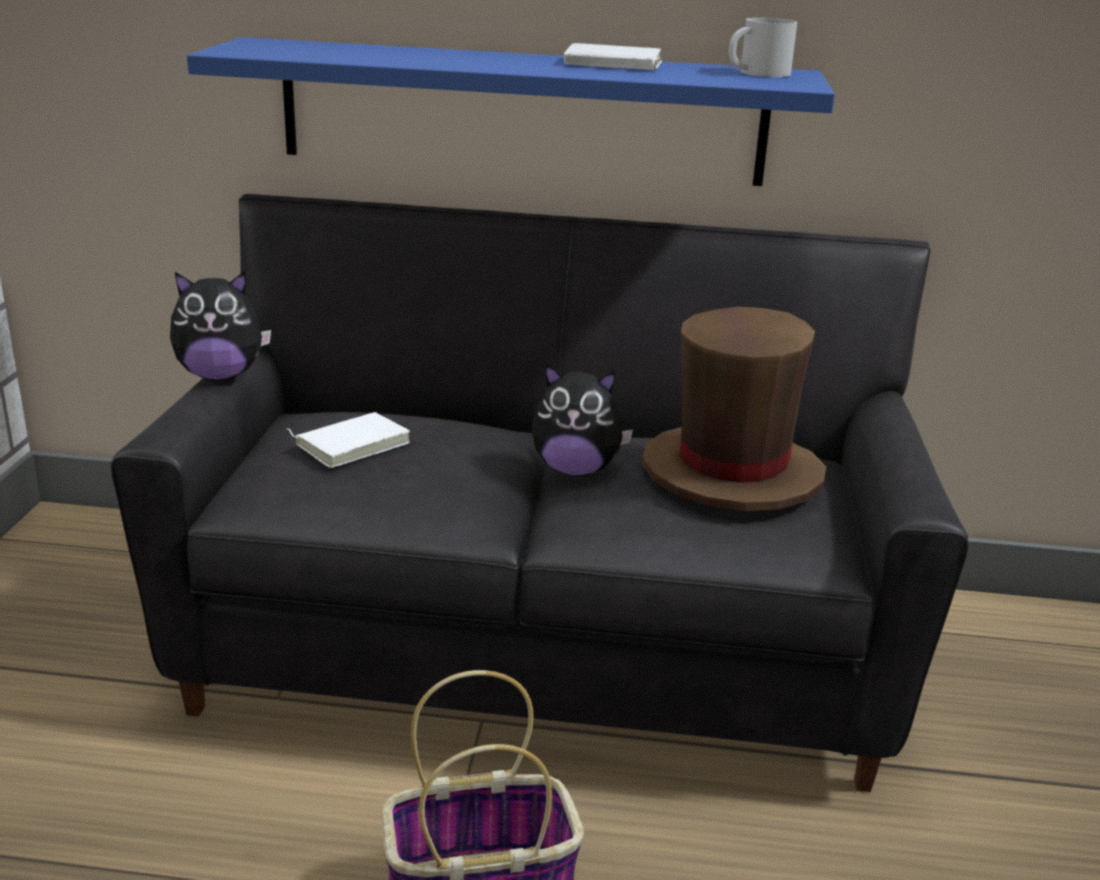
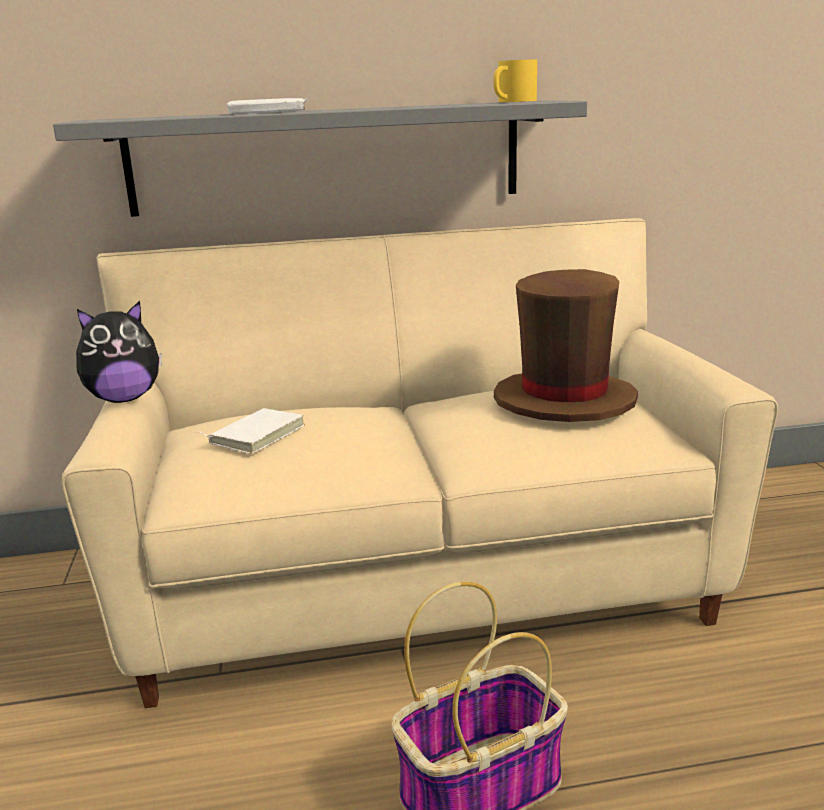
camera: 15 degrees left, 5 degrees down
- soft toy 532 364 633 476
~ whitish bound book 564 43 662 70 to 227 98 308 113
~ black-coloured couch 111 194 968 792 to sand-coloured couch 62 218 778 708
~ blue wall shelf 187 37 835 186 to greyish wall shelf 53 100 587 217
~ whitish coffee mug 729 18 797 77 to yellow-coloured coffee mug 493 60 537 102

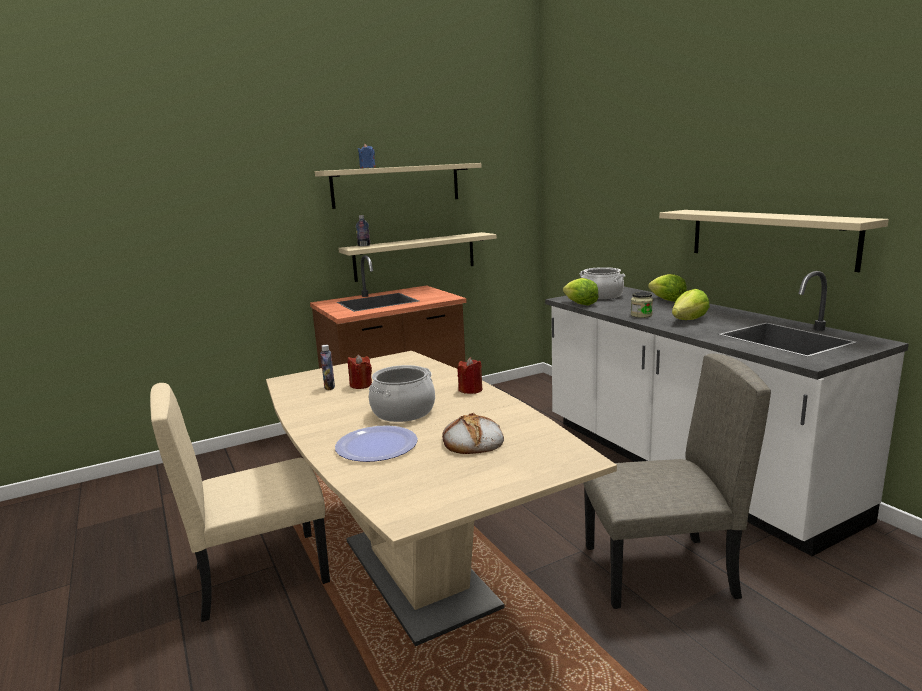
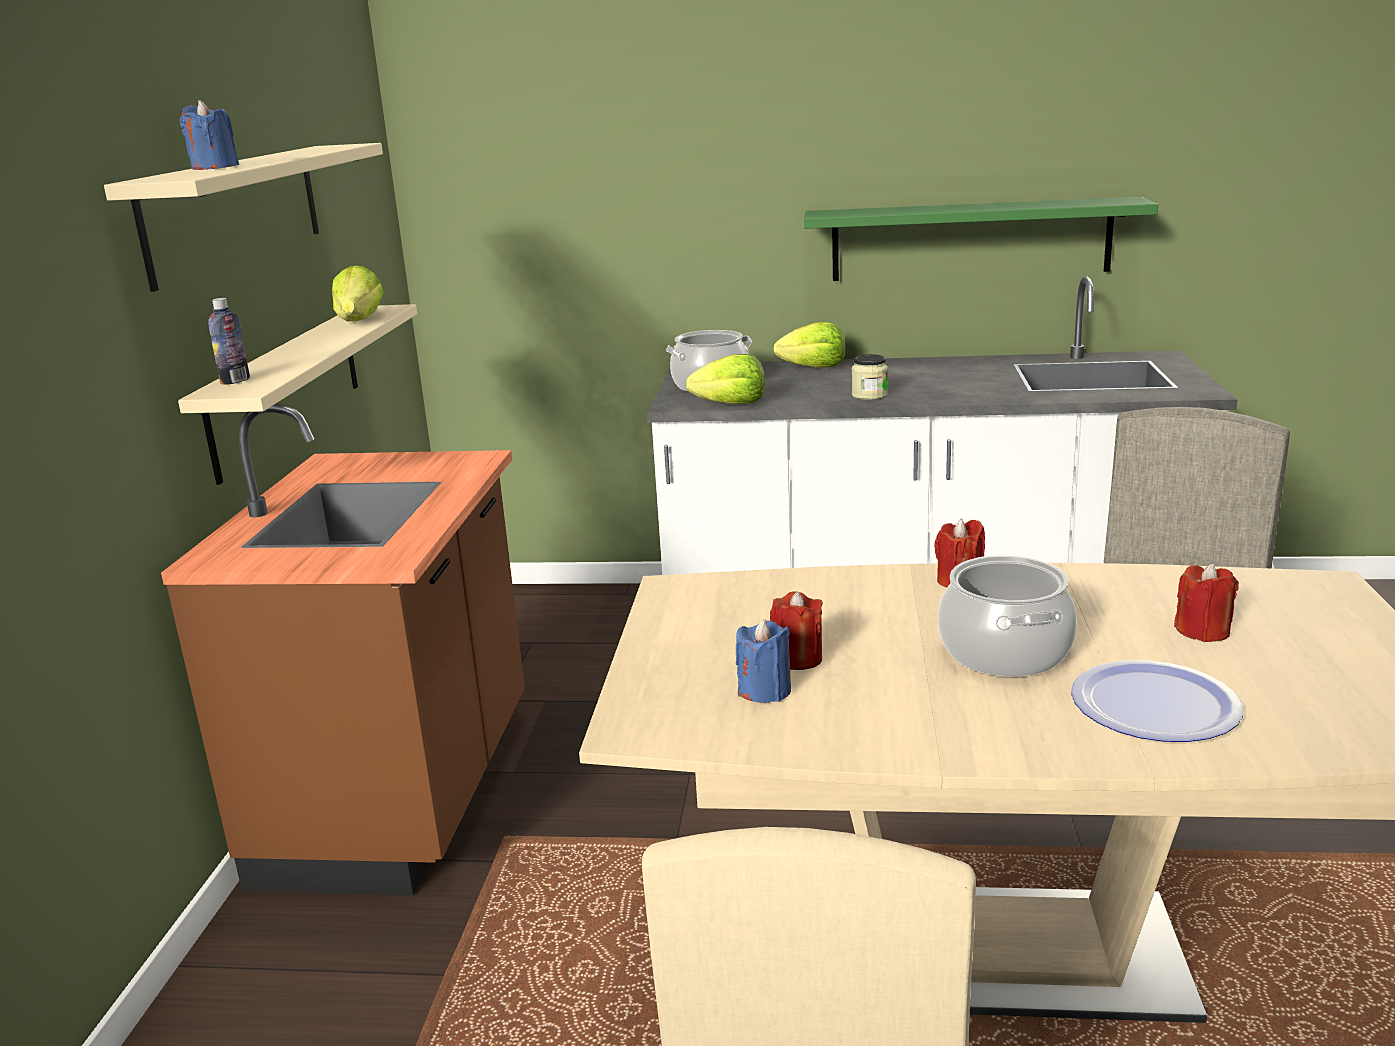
camera: 55 degrees left, 5 degrees up
~ head of lettuce 672 289 710 320 to 332 265 384 322
~ beverage bottle 320 345 335 390 to blue wax light 736 619 791 703
~ bakery bread 442 413 504 454 to reddish wax light 1174 563 1239 642
~ sand-coloured wall shelf 659 210 889 272 to green wall shelf 804 197 1158 281

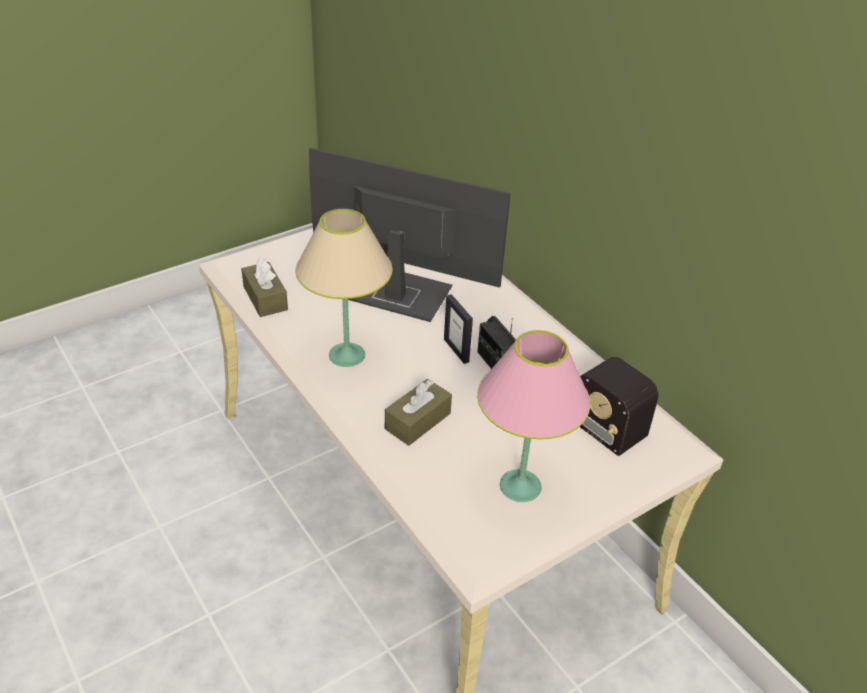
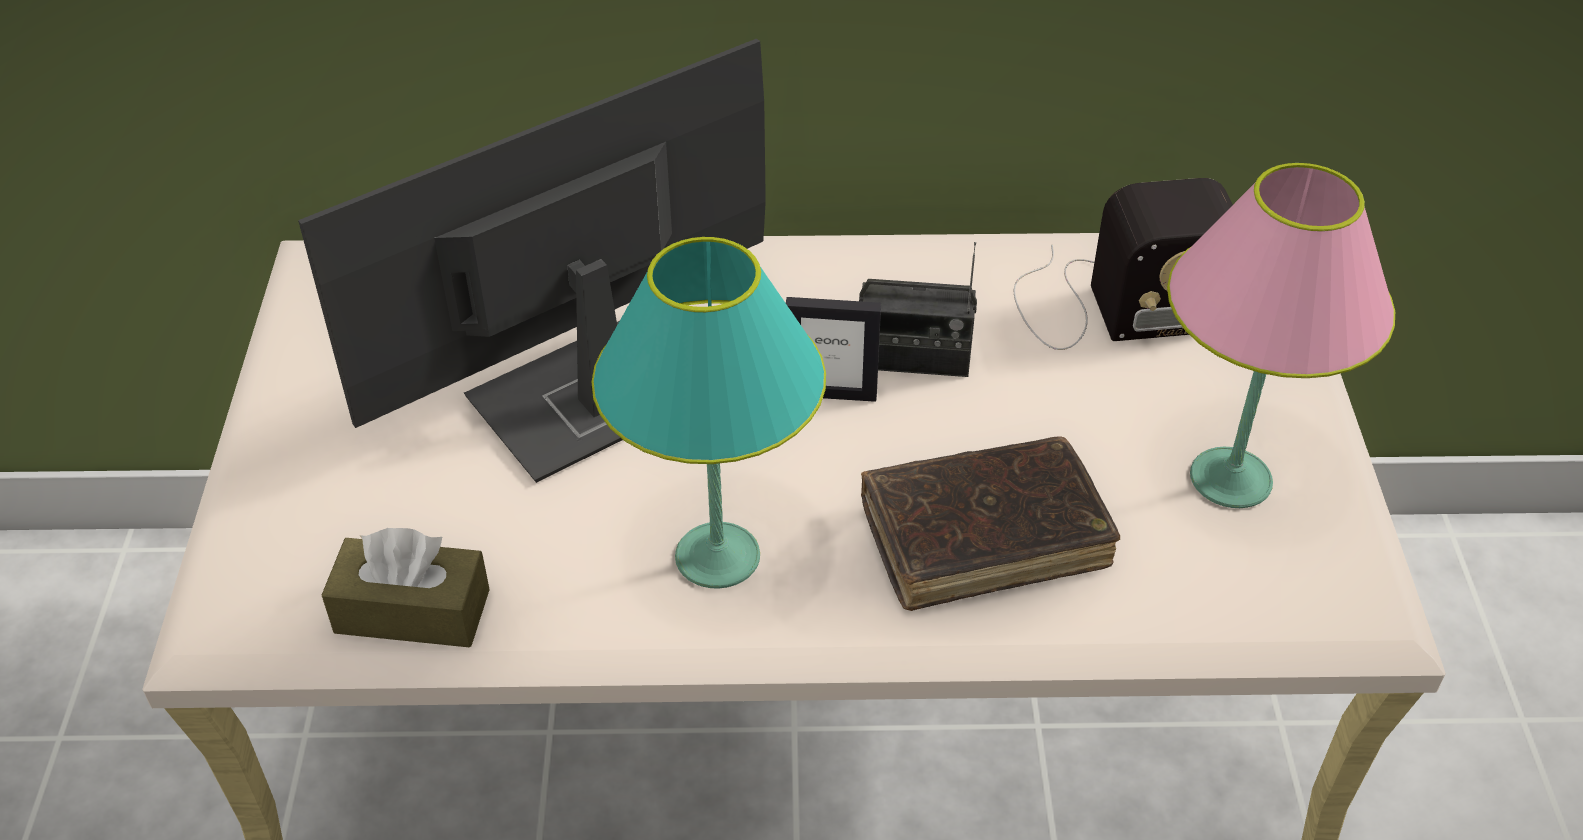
camera: 55 degrees left, 5 degrees up
~ brown box of tissues 385 379 452 446 to brown bound book 861 436 1120 611
~ sand-coloured table lamp 295 209 393 367 to turquoise table lamp 592 237 826 589

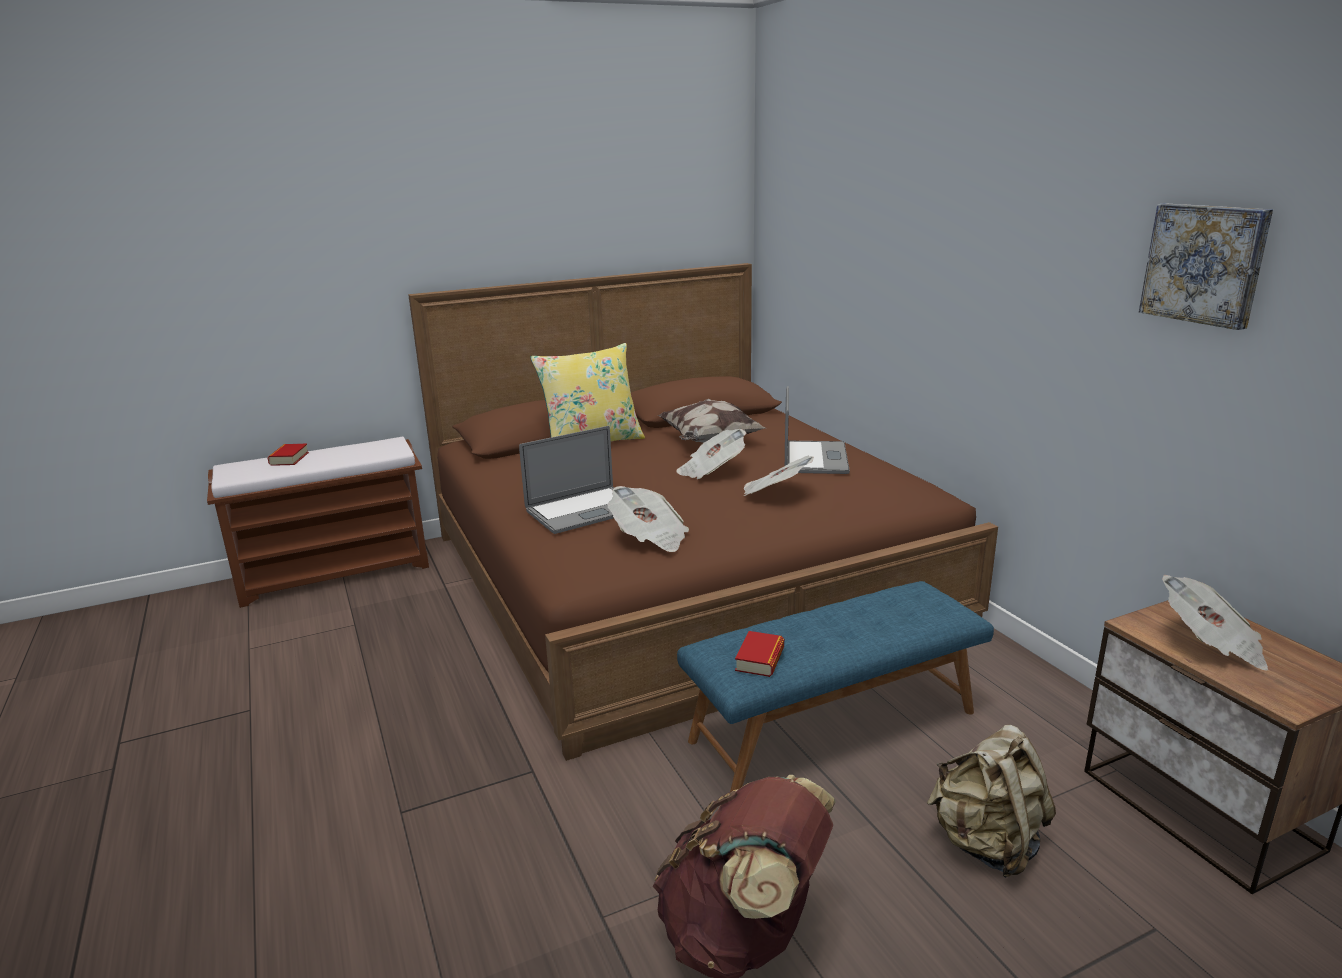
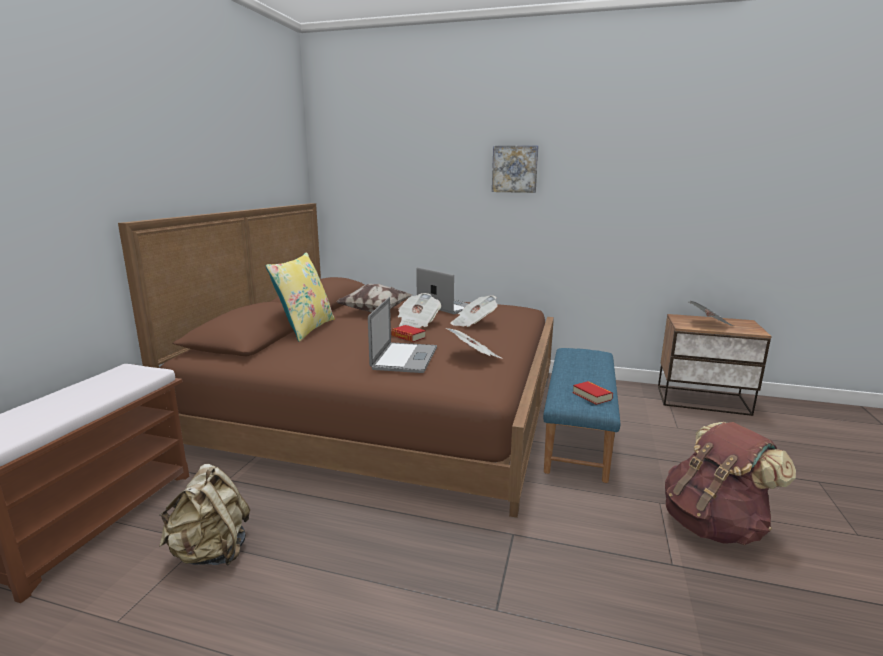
camera: 50 degrees left, 5 degrees down
~ bound book 267 444 309 466 to 391 325 426 342
~ sand-coloured backpack 927 725 1056 878 to 159 464 250 565
~ wall picture 1139 203 1273 330 to 492 145 539 193

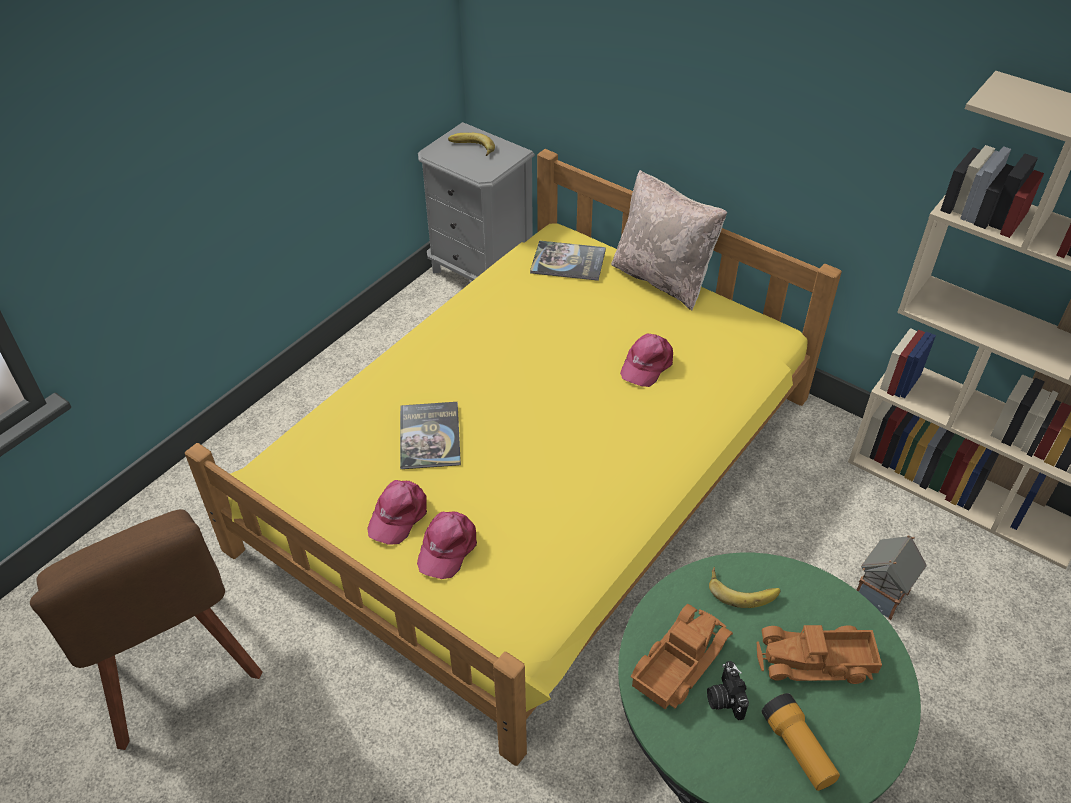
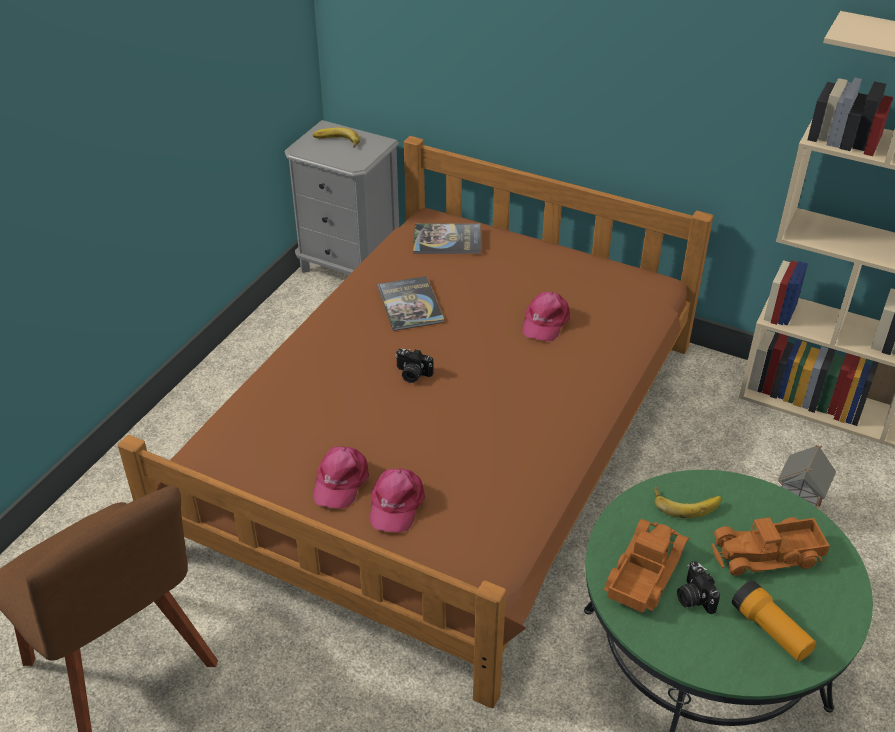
camera: 10 degrees left, 5 degrees down
- sand-coloured cushion 611 170 727 311
+ still camera 395 349 434 383
~ bound book 400 402 461 469 to 377 276 444 331
~ yellow-coloured bedroom bed 185 149 842 766 to brown bedroom bed 118 136 713 708

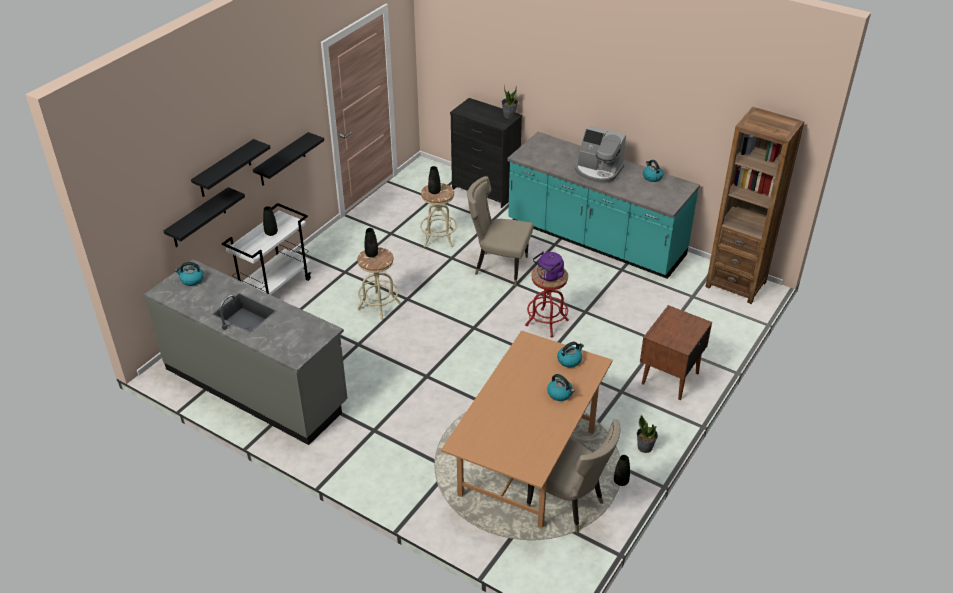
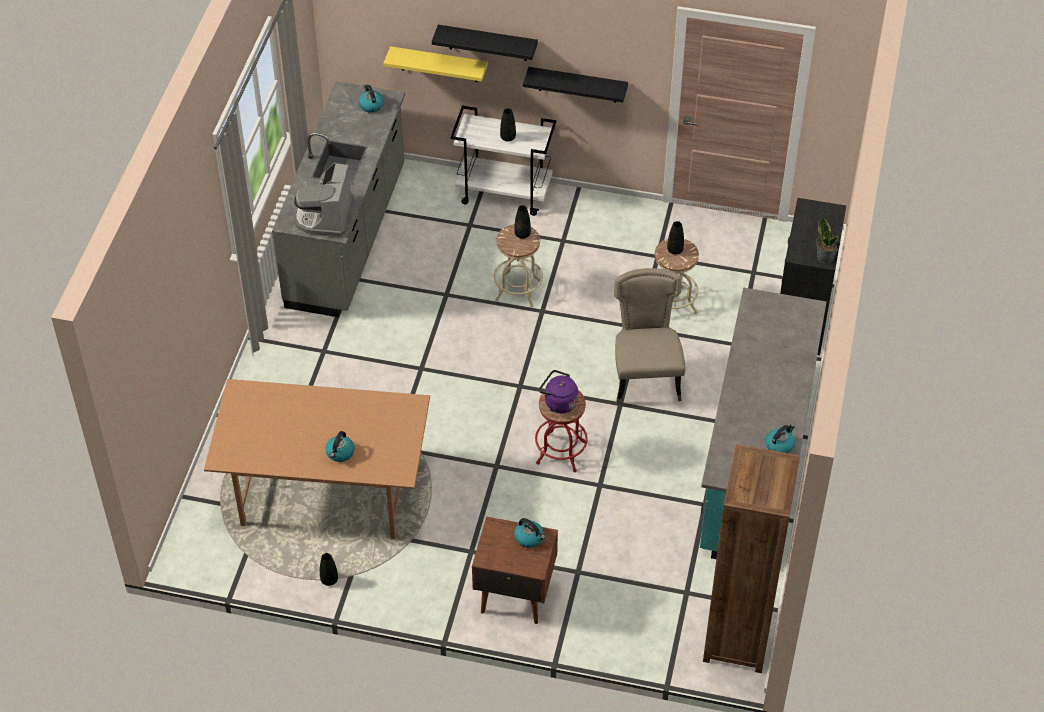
camera: 70 degrees right, 10 degrees up
- sand-coloured plain chair 527 419 620 533
- houseplant 637 415 658 453
~ tea kettle 557 342 584 368 to 514 518 545 548
~ coffee maker 575 125 626 184 to 294 163 354 237
~ black-coloured wall shelf 164 187 245 247 to yellow-coloured wall shelf 383 46 488 82

